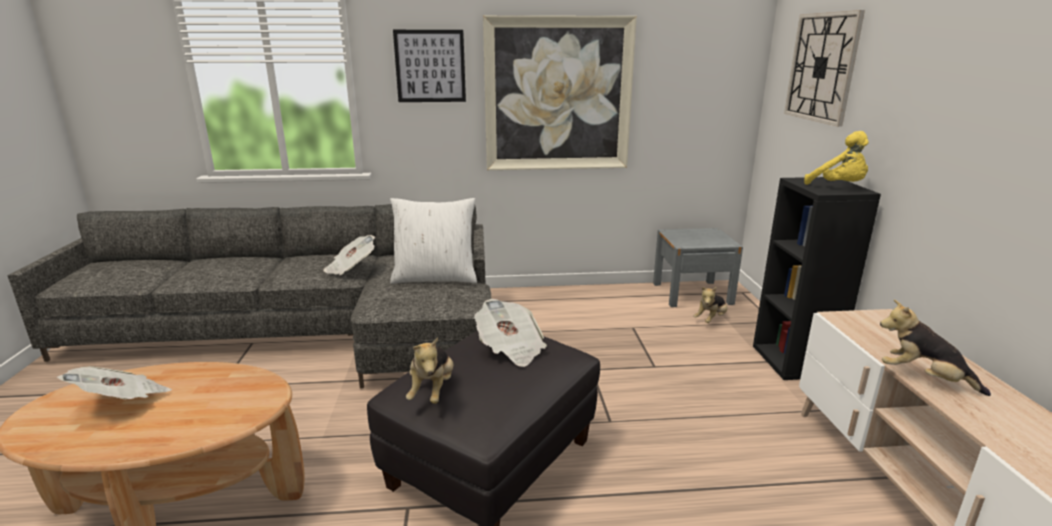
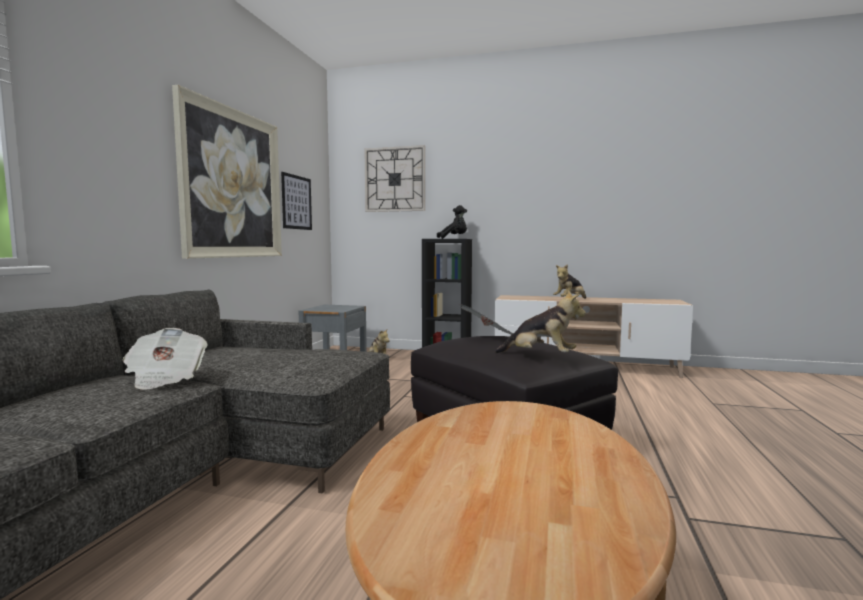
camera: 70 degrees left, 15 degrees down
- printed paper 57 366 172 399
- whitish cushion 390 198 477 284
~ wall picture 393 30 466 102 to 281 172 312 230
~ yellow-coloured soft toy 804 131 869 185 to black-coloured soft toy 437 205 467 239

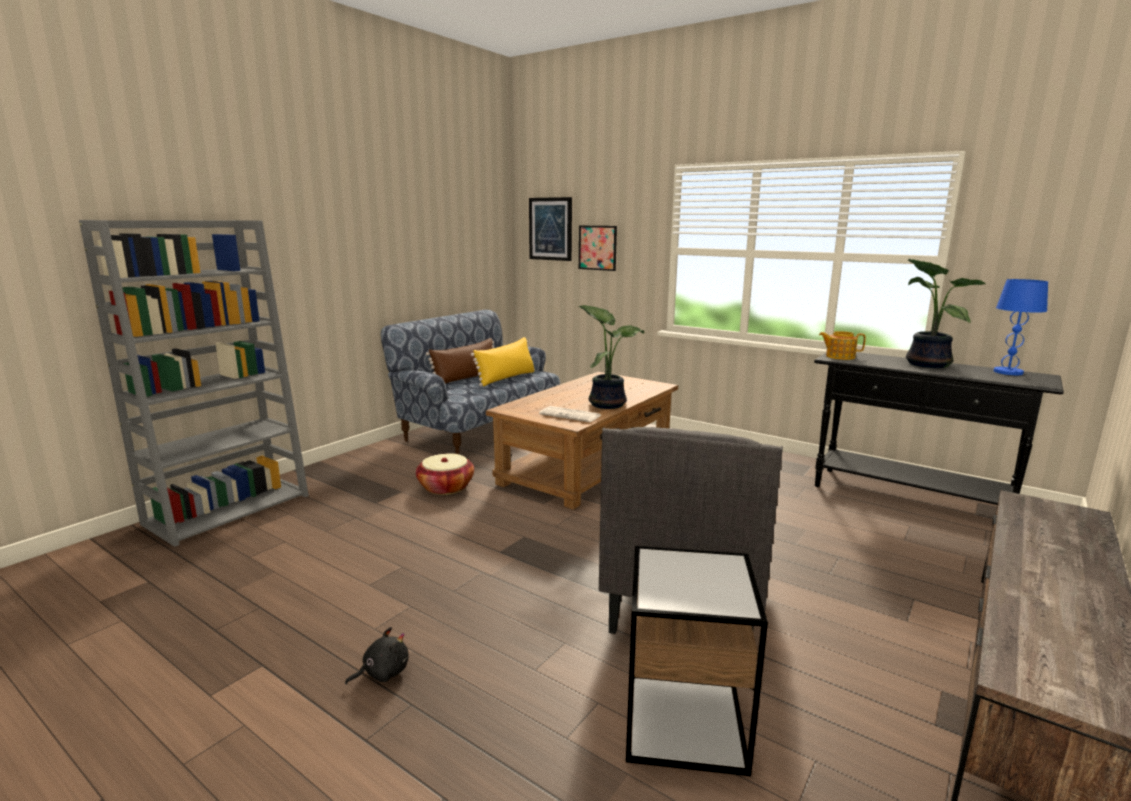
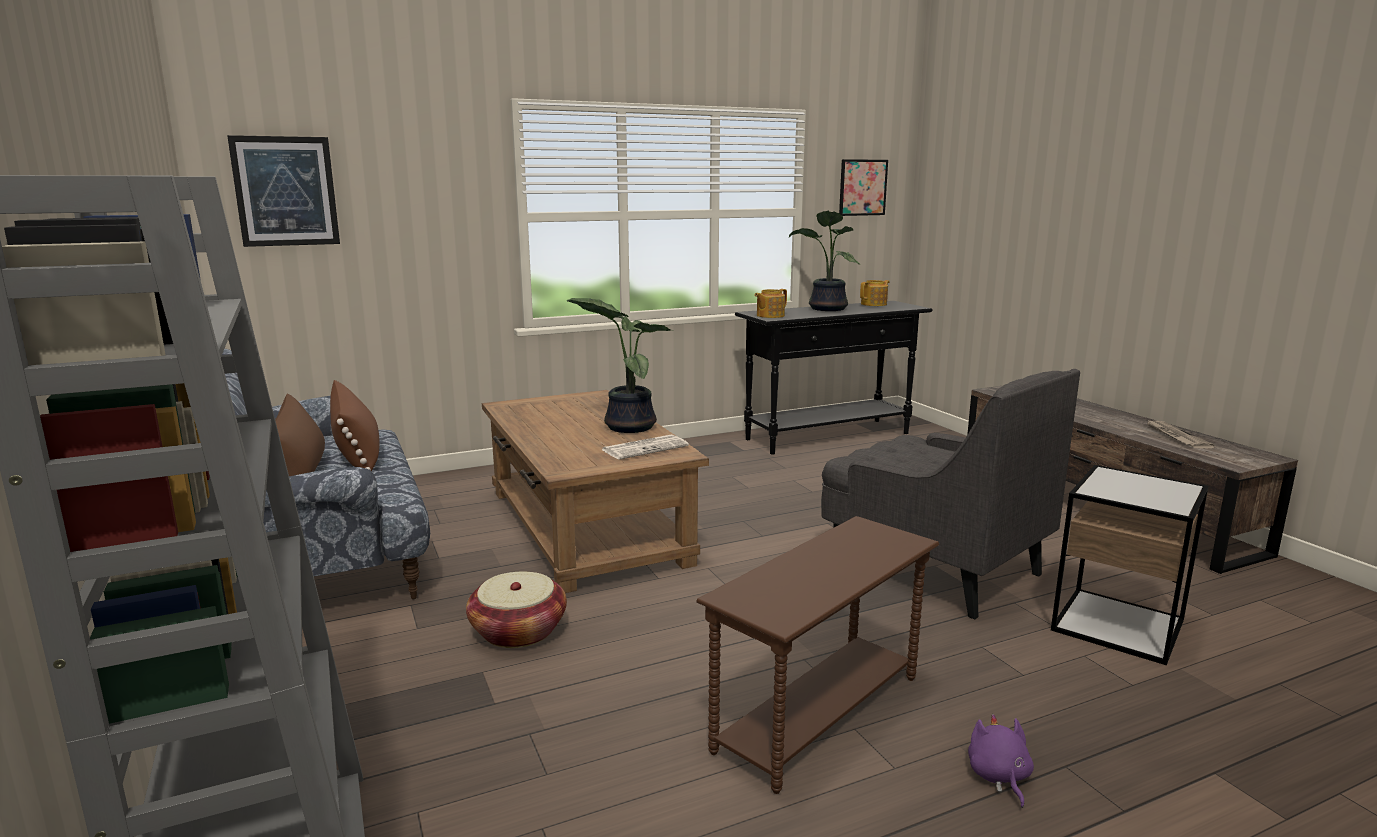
camera: 60 degrees left, 0 degrees up
+ brown side table 696 516 939 794
+ printed paper 1147 420 1215 449
~ wall picture 579 225 617 271 to 839 159 888 216
~ blue table lamp 994 279 1048 375 to tea pot 860 280 890 306
~ black-coloured soft toy 345 627 409 685 to purplish soft toy 968 714 1034 808
~ yellow-coloured cushion 471 337 535 386 to brown cushion 330 380 379 471

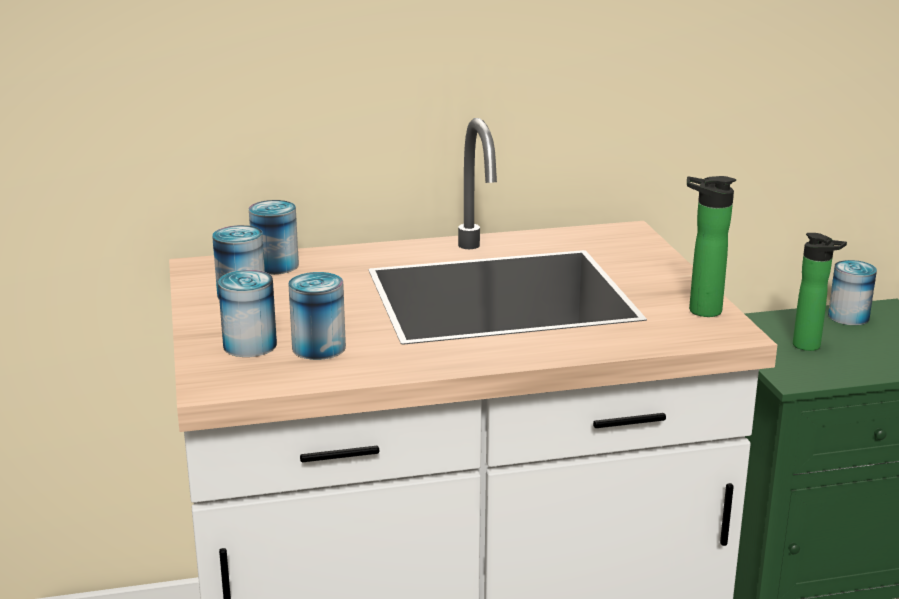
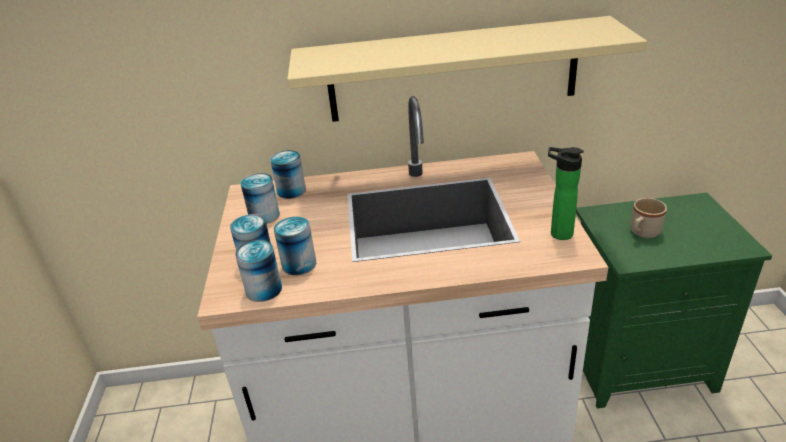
camera: 10 degrees right, 10 degrees up
+ sand-coloured wall shelf 287 16 647 122
~ metal can 828 260 877 325 to 235 240 282 302
~ beverage bottle 793 233 847 351 to sand-coloured coffee mug 630 198 667 238

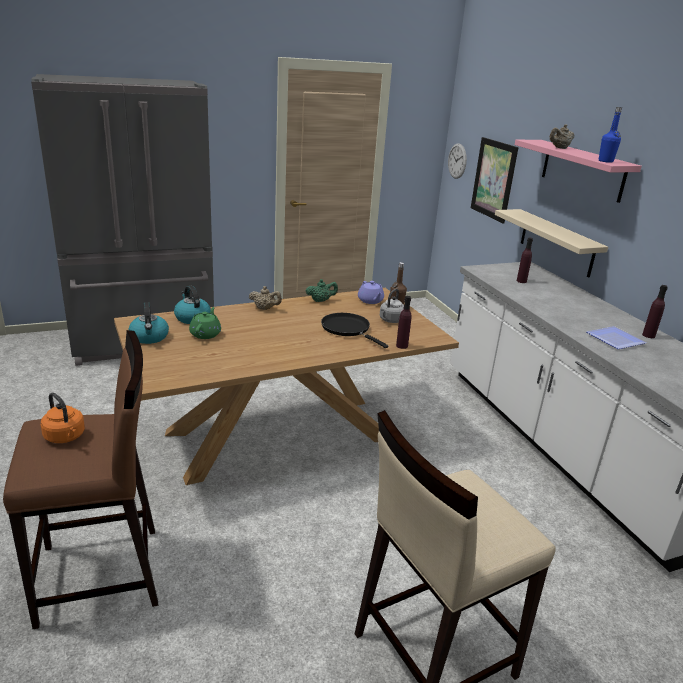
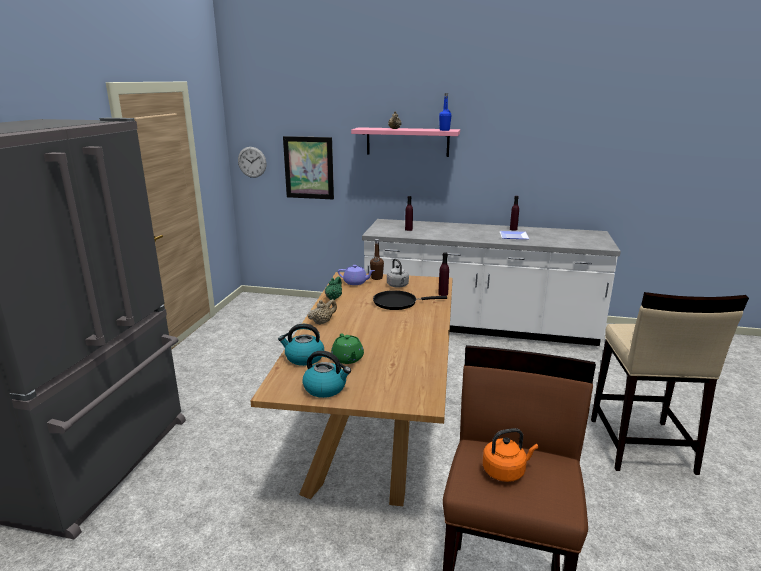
camera: 55 degrees left, 5 degrees down
- sand-coloured wall shelf 495 209 608 278
~ green tea pot 189 307 221 339 = 331 333 364 364 150 degrees counterclockwise

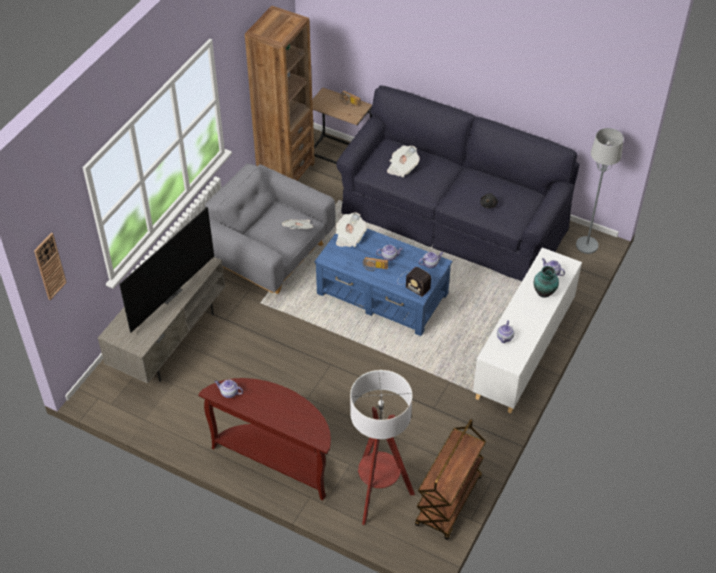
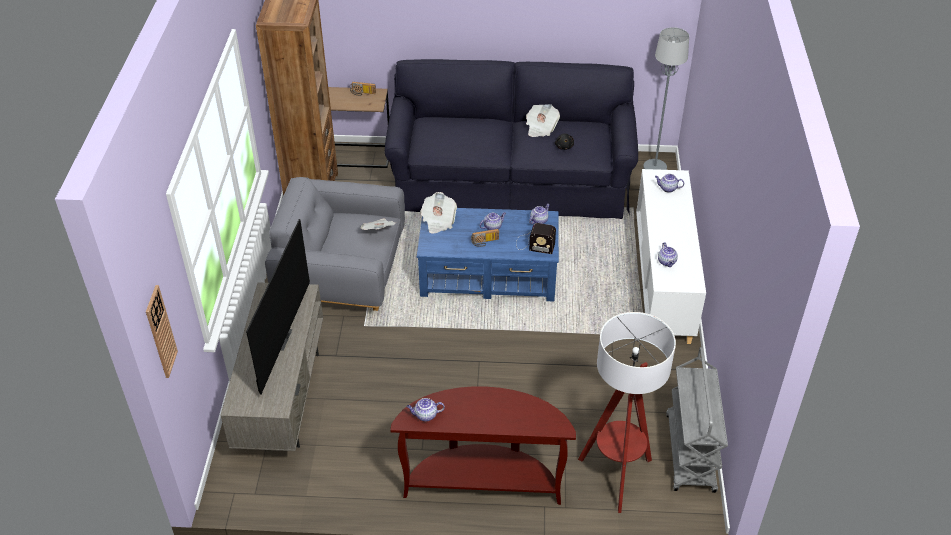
camera: 25 degrees left, 5 degrees down
- decorative vase 534 266 559 298
~ printed paper 387 145 420 177 to 526 104 560 137
~ brown cart 415 419 486 540 to greyish cart 666 347 728 493

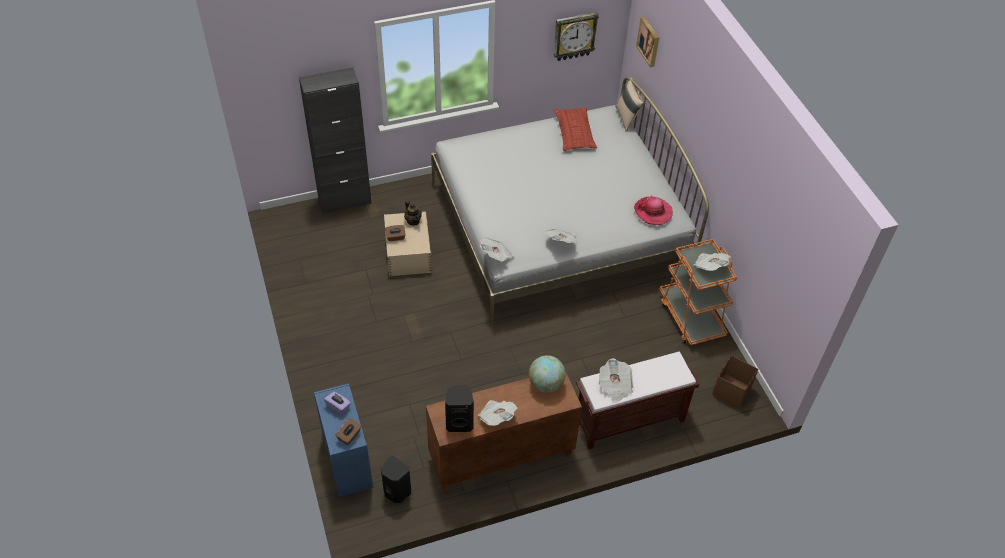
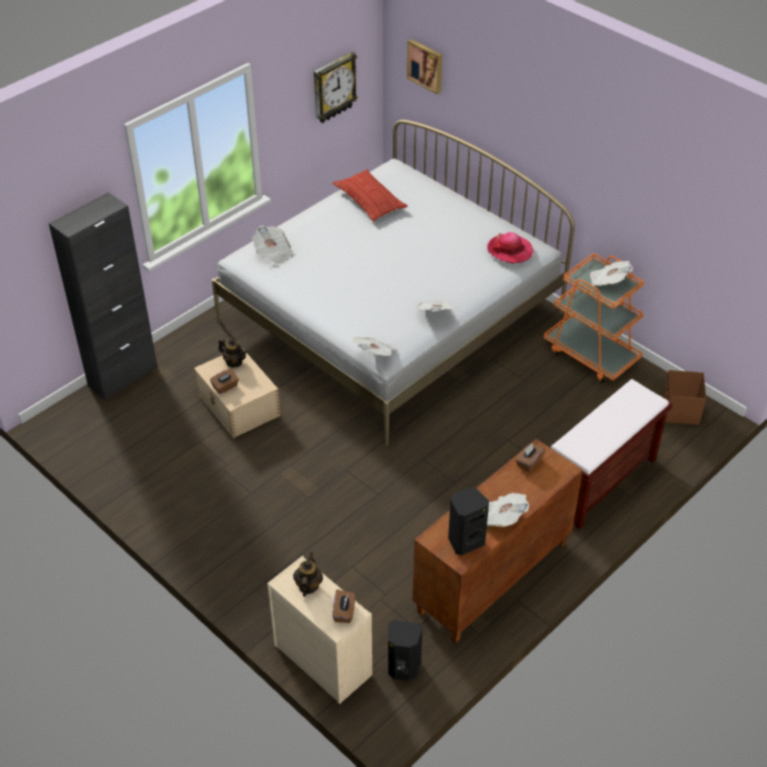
camera: 25 degrees left, 5 degrees down
- sand-coloured cushion 615 78 644 132
~ printed paper 599 358 633 403 to 252 225 293 266
~ purplish box of tissues 324 391 351 415 to tea pot 293 552 323 597
~ world globe 529 355 566 393 to brown box of tissues 515 443 545 472
~ blue chest of drawers 314 383 373 497 to sand-coloured chest of drawers 267 556 372 704

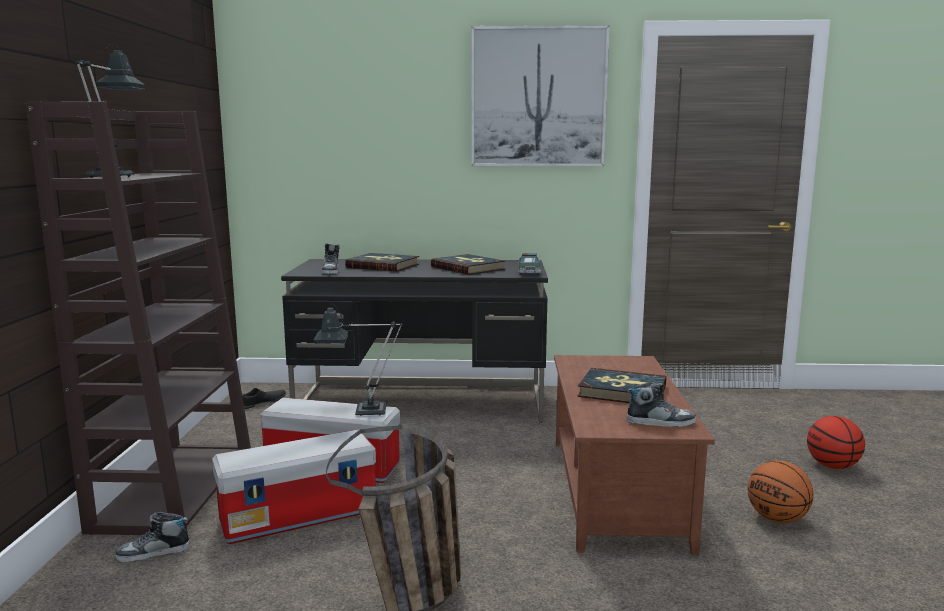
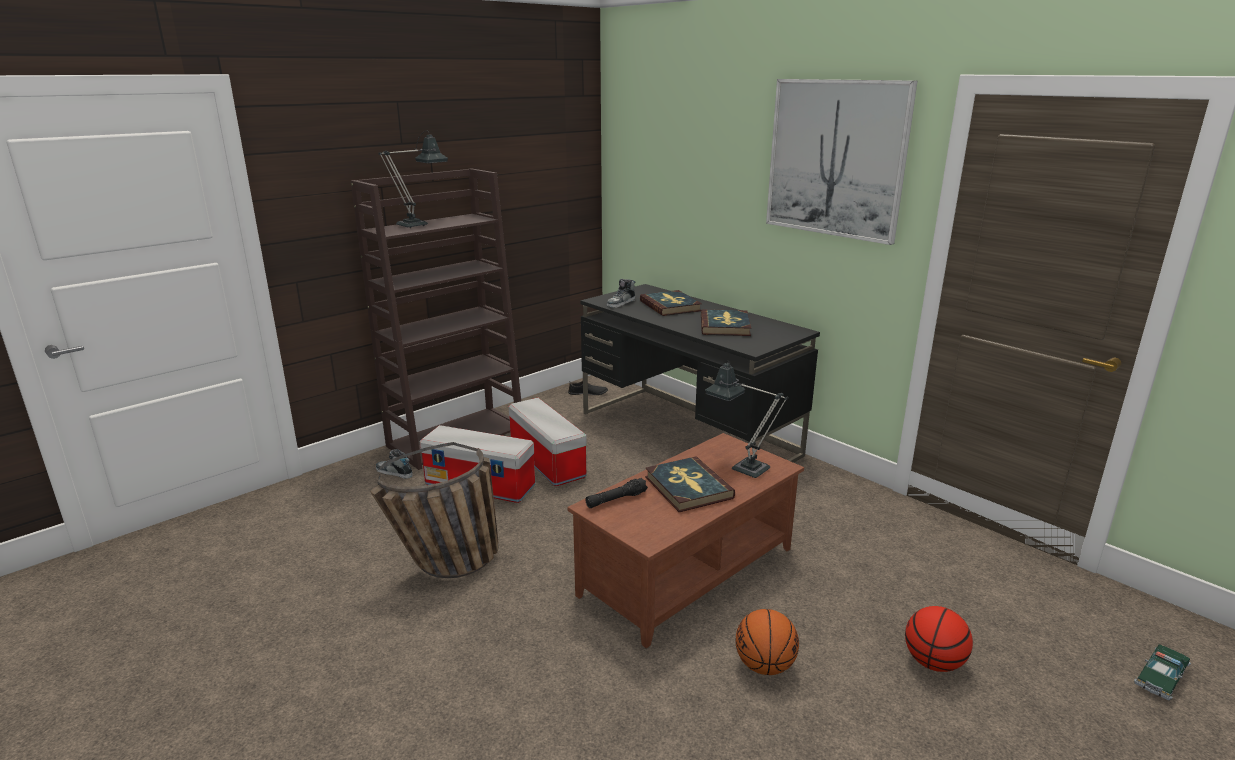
camera: 45 degrees right, 10 degrees up
- shoe 627 382 696 427
+ black-coloured flashlight 585 478 648 508
~ table lamp 314 304 403 416 to 705 360 788 478
~ toy car 518 253 542 275 to 1134 644 1191 700

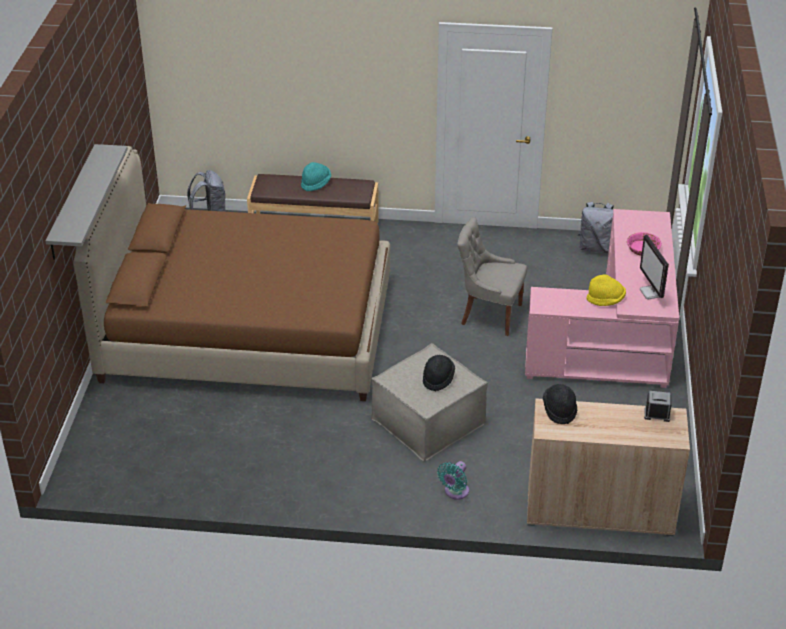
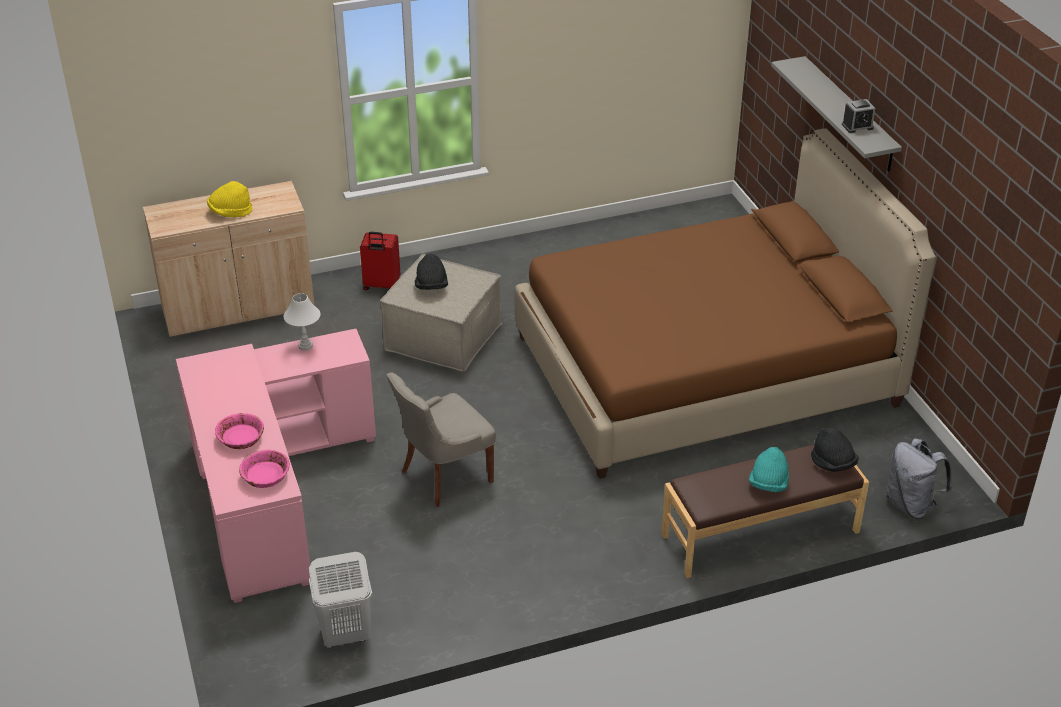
camera: 155 degrees right, 0 degrees up
- computer display 640 235 669 299
+ pink-coloured deep dish 239 450 290 488
+ whitish table lamp 284 293 321 351
~ black-coloured wearable hat 543 384 578 424 to 811 428 859 472
~ yellow-coloured wearable hat 587 274 626 306 to 207 181 252 217
~ alarm clock 644 391 672 422 to 842 99 875 133
~ turquoise cooling fan 437 461 469 500 to reddish travel case 360 232 401 290
~ greyish backpack 578 202 614 253 to whitish hamper 309 552 372 648
~ greyish plain chair 457 217 527 336 = 386 372 496 507 150 degrees clockwise

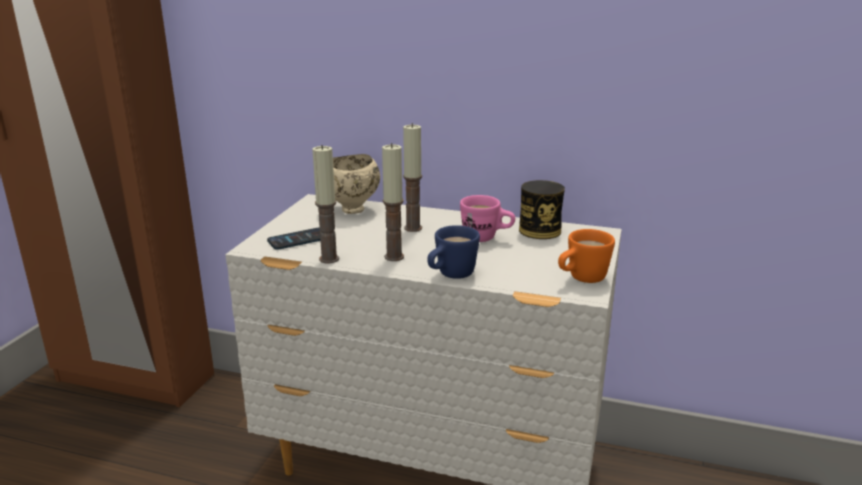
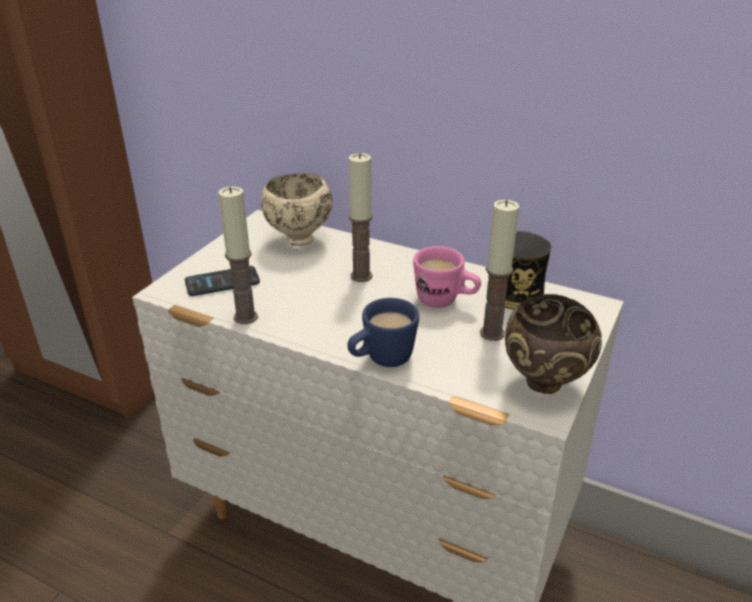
camera: 10 degrees right, 10 degrees up
~ wax light 382 143 404 261 to 480 200 519 341
~ orange coffee mug 558 229 615 283 to brown deep dish 505 294 602 394

